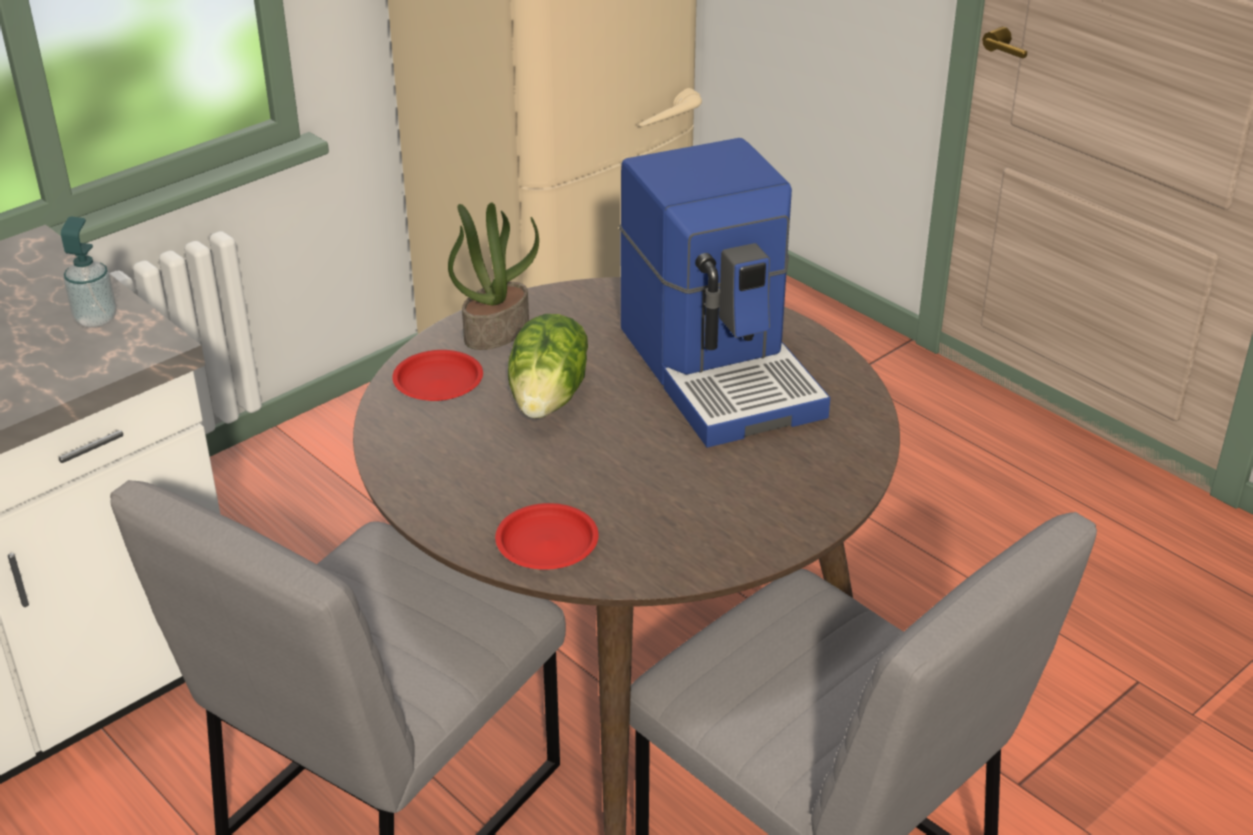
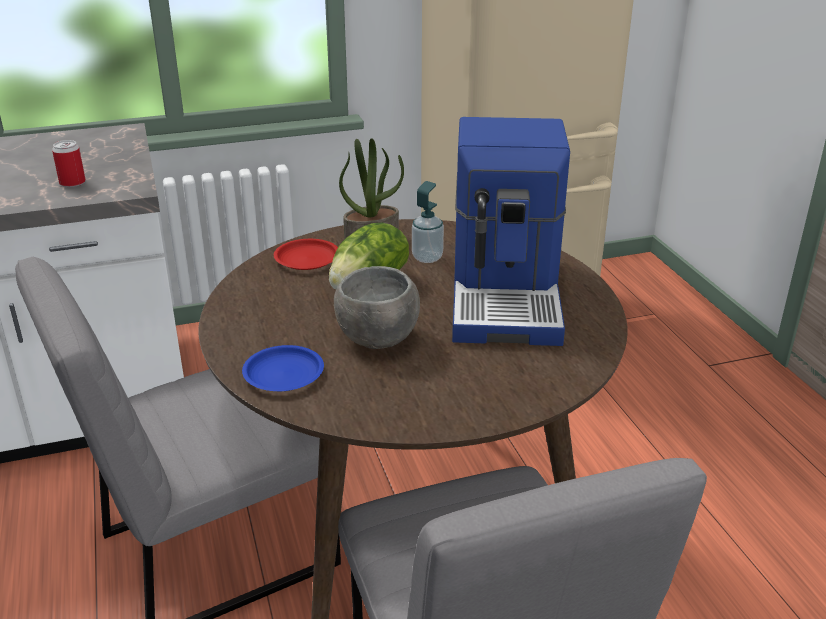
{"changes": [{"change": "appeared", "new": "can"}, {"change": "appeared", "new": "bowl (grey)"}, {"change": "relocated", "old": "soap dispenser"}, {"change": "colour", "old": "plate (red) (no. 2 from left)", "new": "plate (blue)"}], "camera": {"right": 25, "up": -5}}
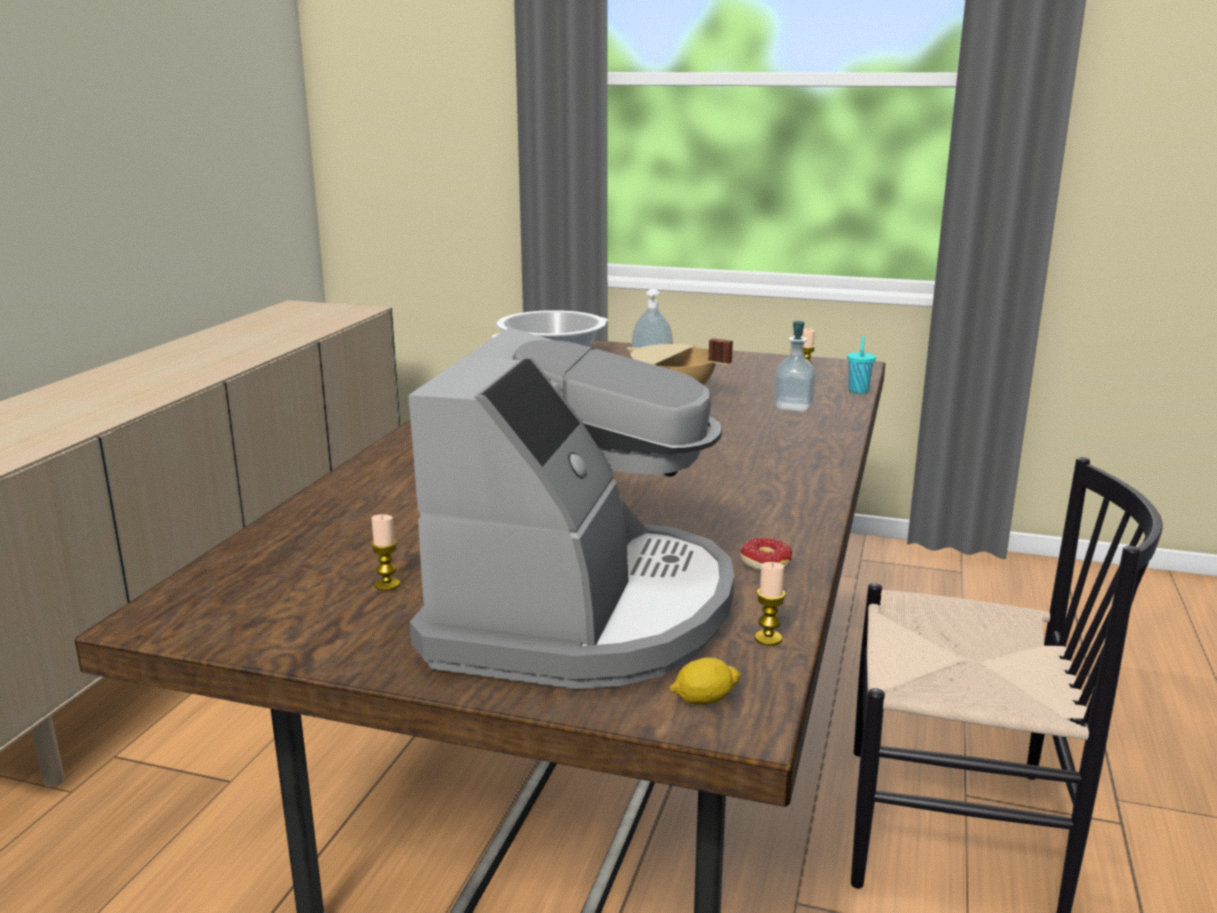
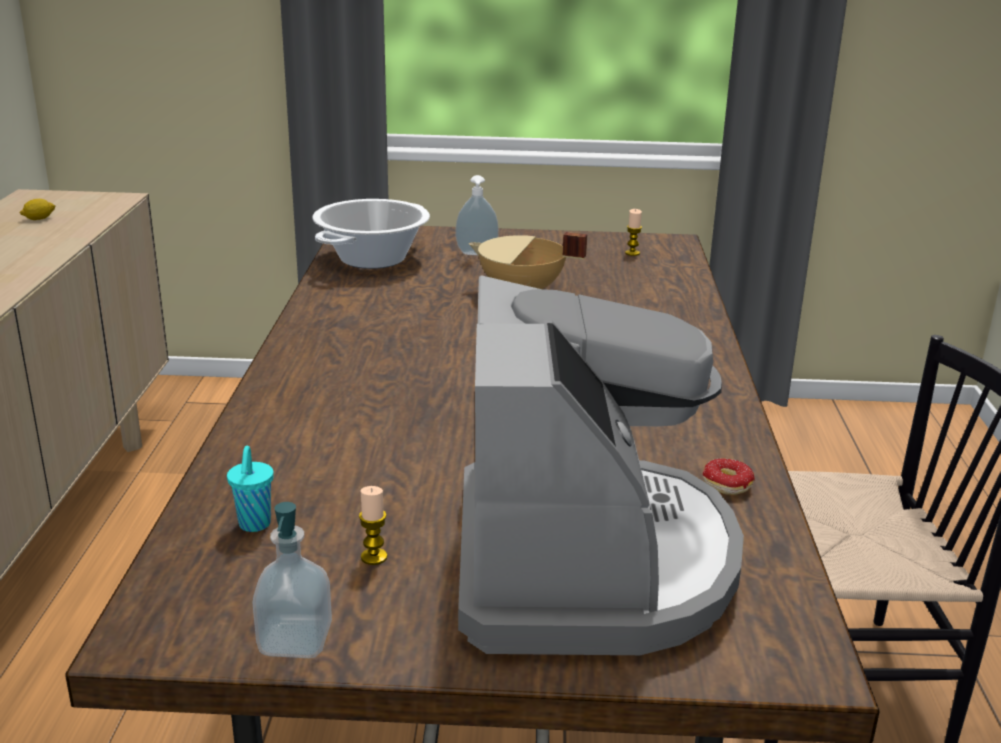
{"changes": [{"change": "missing", "old": "candle (no. 2 from left)"}, {"change": "relocated", "old": "lemon"}, {"change": "relocated", "old": "soap dispenser (no. 2 from left in the first image)", "new": "soap dispenser (no. 1 from left)"}, {"change": "relocated", "old": "cup (turquoise)"}], "camera": {"right": -15, "up": 5}}
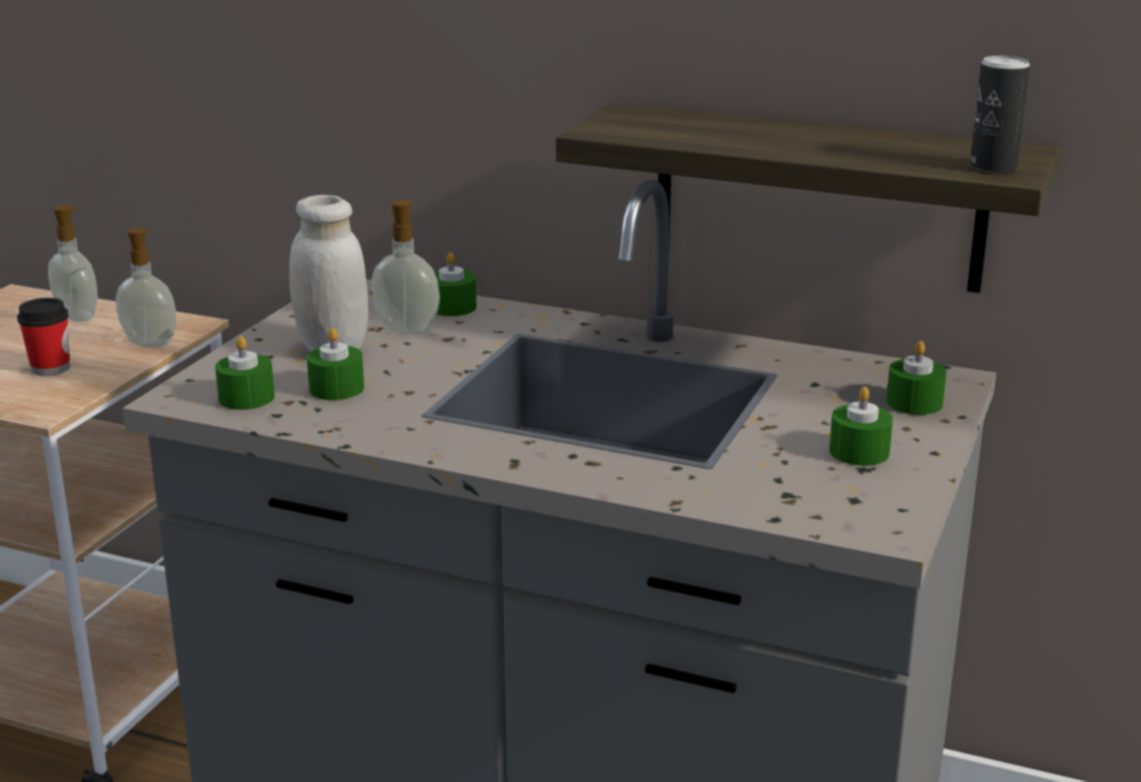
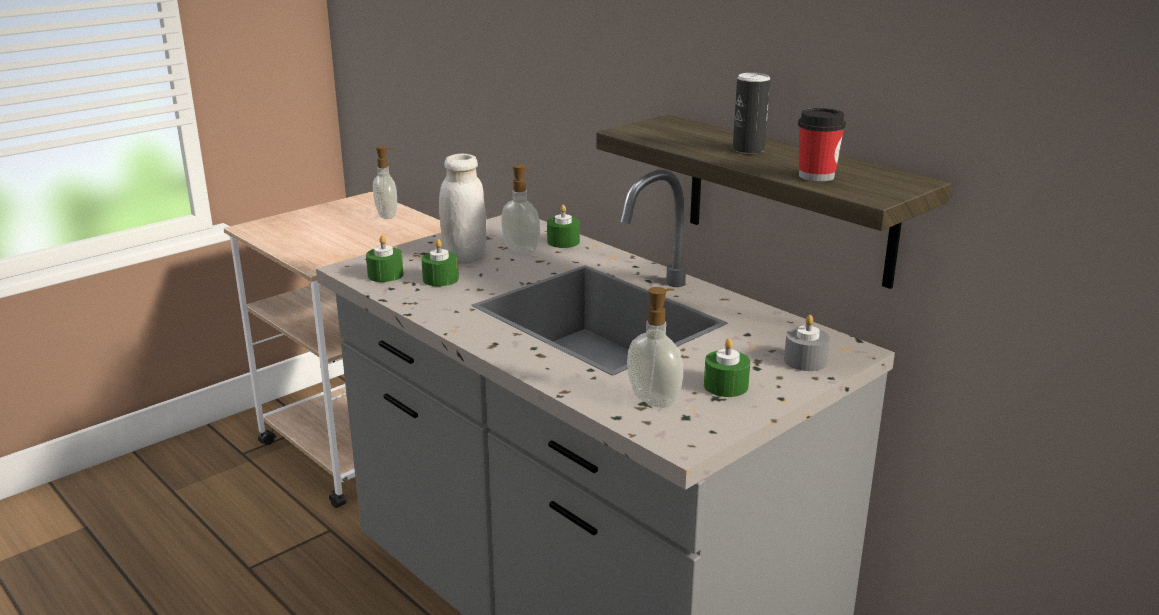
{"changes": [{"change": "relocated", "old": "cup"}, {"change": "relocated", "old": "soap dispenser (no. 2 from left in the first image)", "new": "soap dispenser (no. 3 from left)"}, {"change": "relocated", "old": "can"}, {"change": "colour", "old": "candle (green) (no. 5 from left)", "new": "candle (grey)"}], "camera": {"right": 25, "up": 0}}
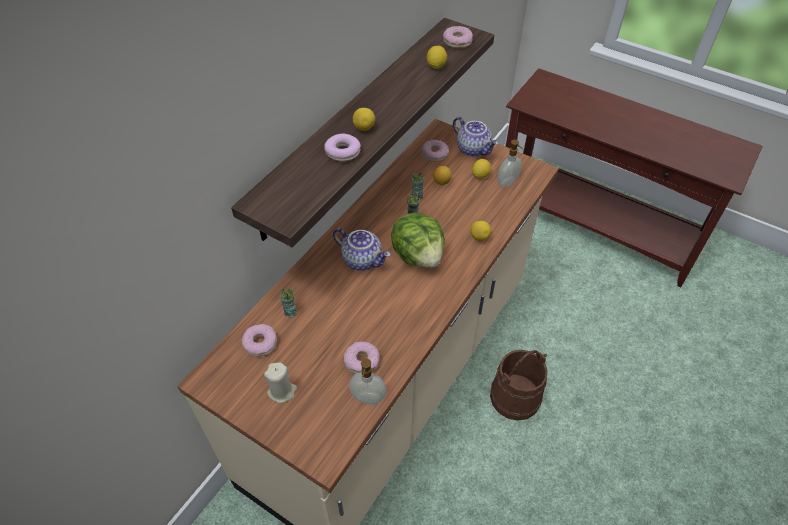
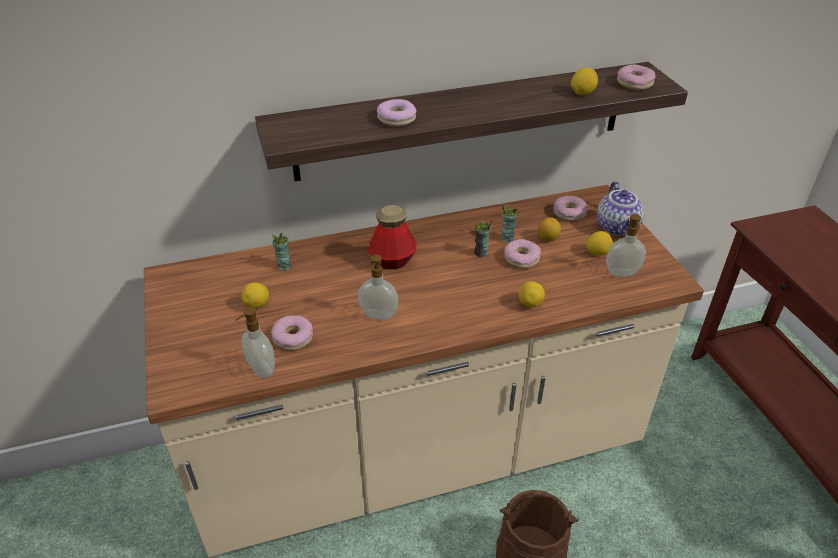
{"changes": [{"change": "missing", "old": "candle (beige)"}, {"change": "missing", "old": "lettuce"}, {"change": "appeared", "new": "soap dispenser (no. 2 from left)"}, {"change": "relocated", "old": "donut (no. 1 from left in the first image)", "new": "donut (no. 3 from left)"}, {"change": "relocated", "old": "lemon (no. 1 from left)"}, {"change": "exchanged", "old": "teapot (no. 1 from left)", "new": "bottle"}], "camera": {"right": 40, "up": -10}}
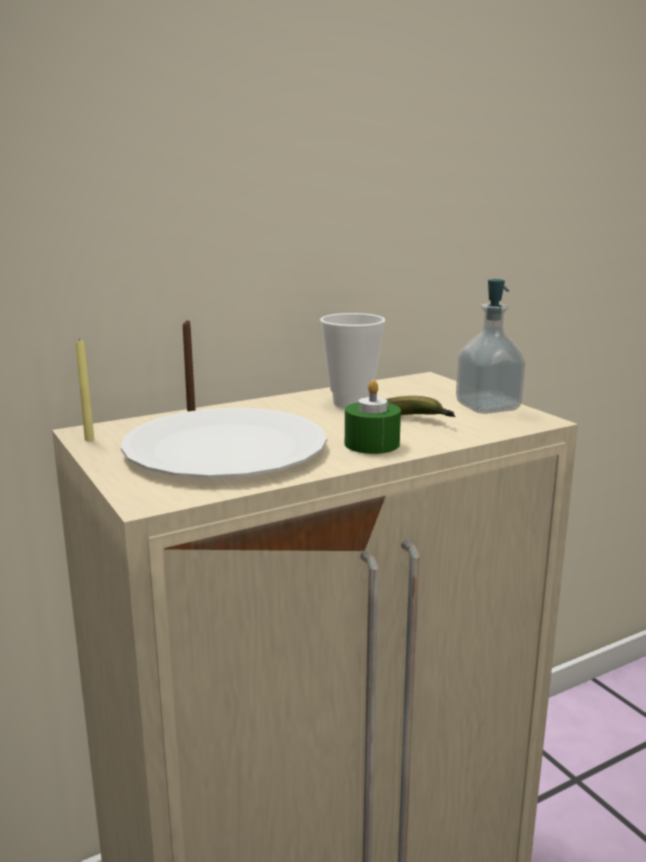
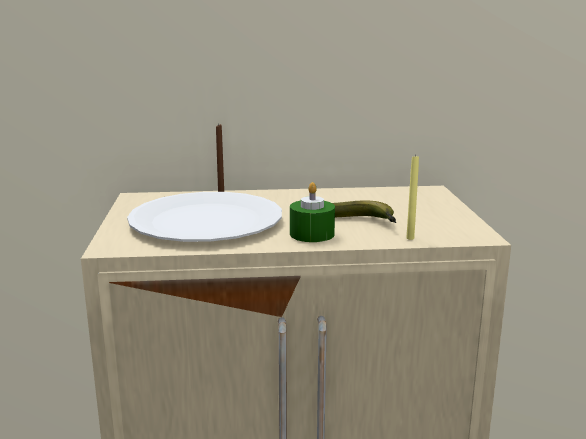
{"changes": [{"change": "missing", "old": "cup"}, {"change": "missing", "old": "soap dispenser"}, {"change": "relocated", "old": "candle (yellow)"}], "camera": {"right": 25, "up": 0}}
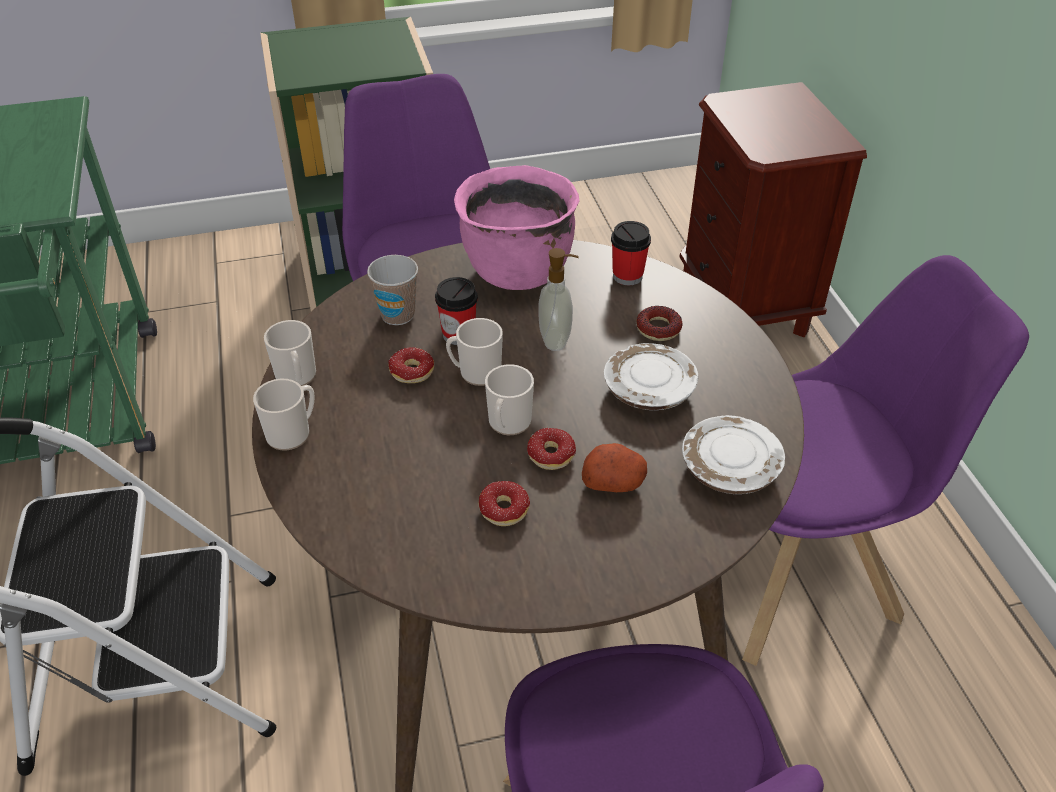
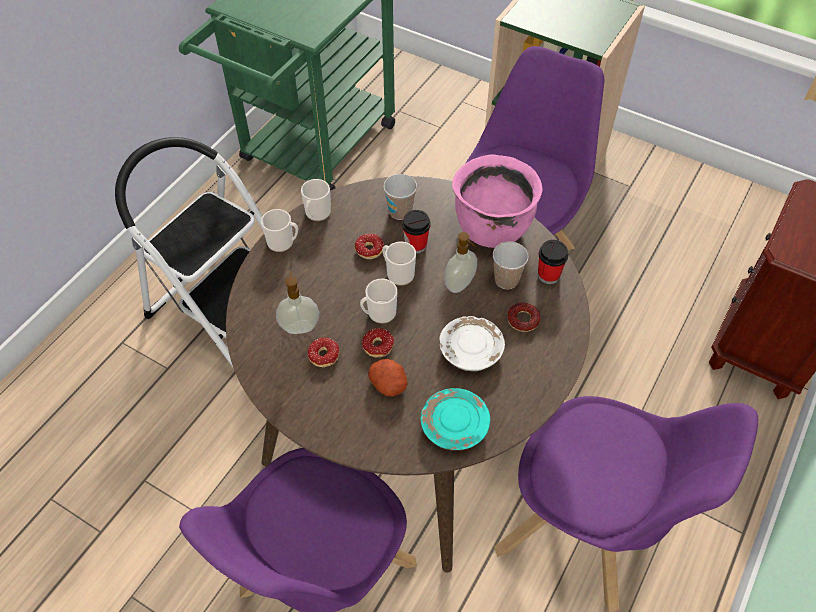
{"changes": [{"change": "appeared", "new": "soap dispenser (no. 1 from left)"}, {"change": "appeared", "new": "cup (no. 3 from left)"}, {"change": "colour", "old": "plate (white) (no. 2 from left)", "new": "plate (turquoise)"}], "camera": {"right": 45, "up": 10}}
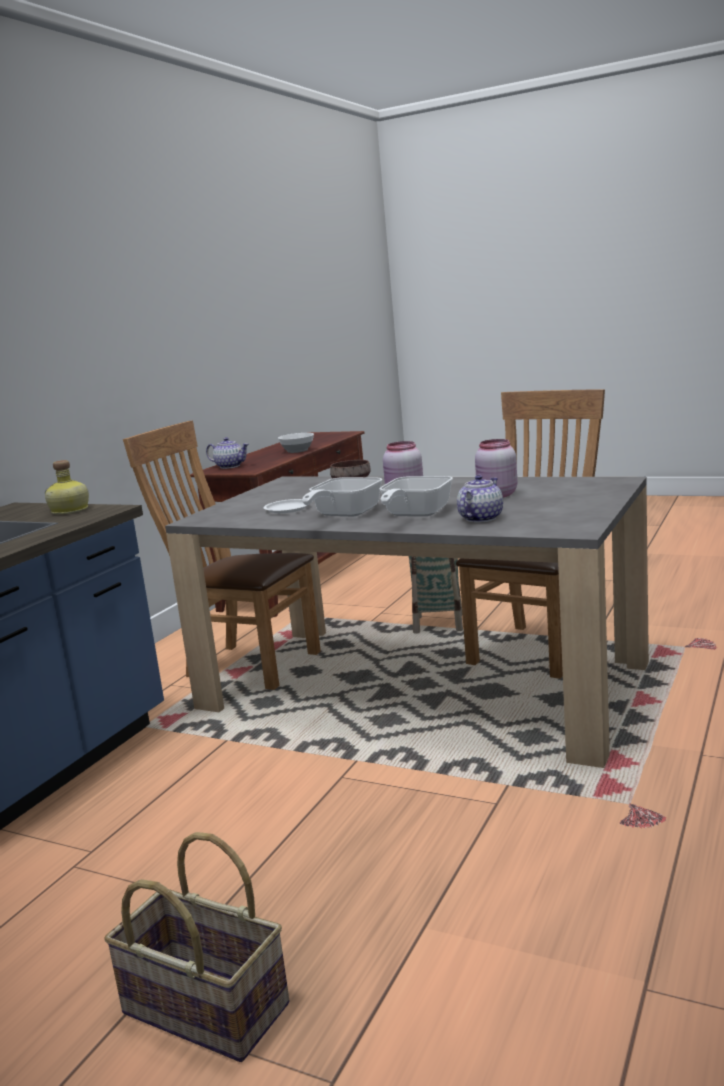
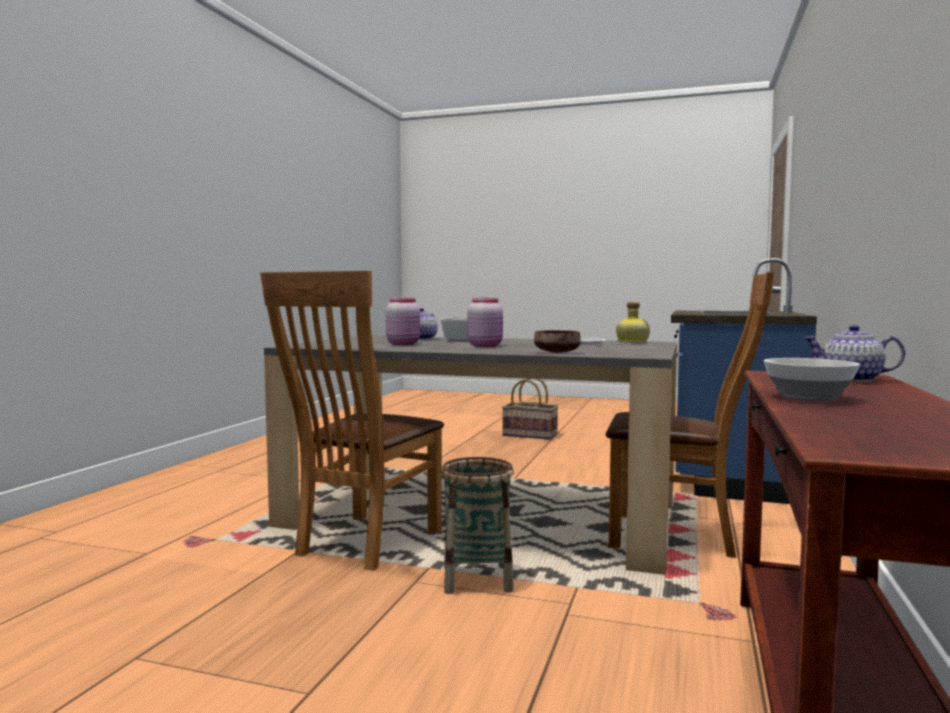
{"changes": [{"change": "missing", "old": "frying pan (no. 1 from left)"}, {"change": "relocated", "old": "bottle"}], "camera": {"right": 170, "up": -10}}
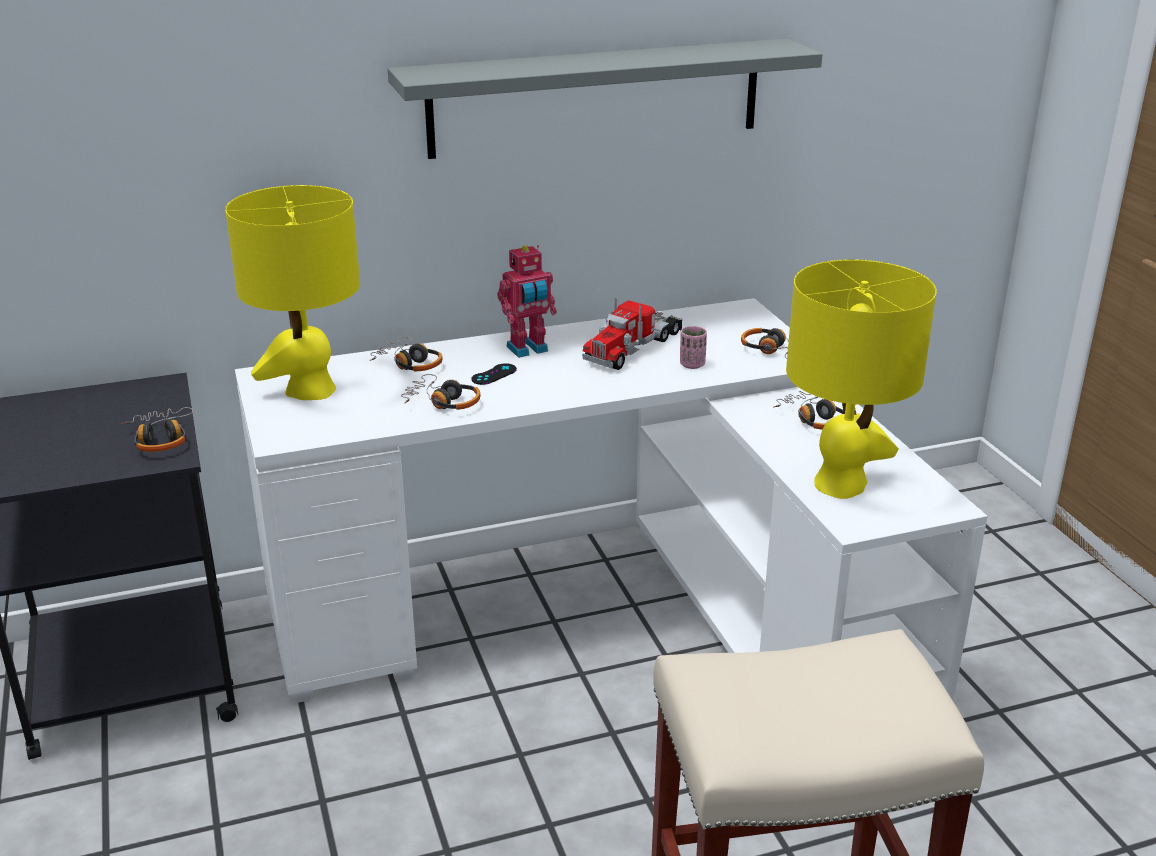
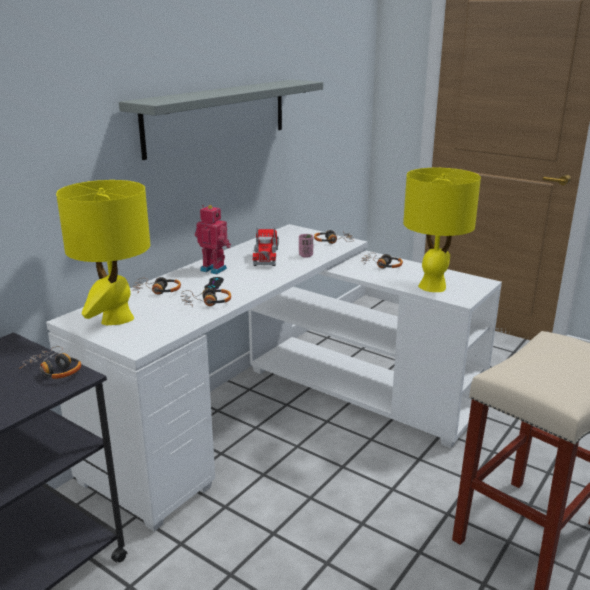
{"changes": [{"change": "spun", "old": "toy robot", "degrees": -90}], "camera": {"right": -35, "up": -5}}
